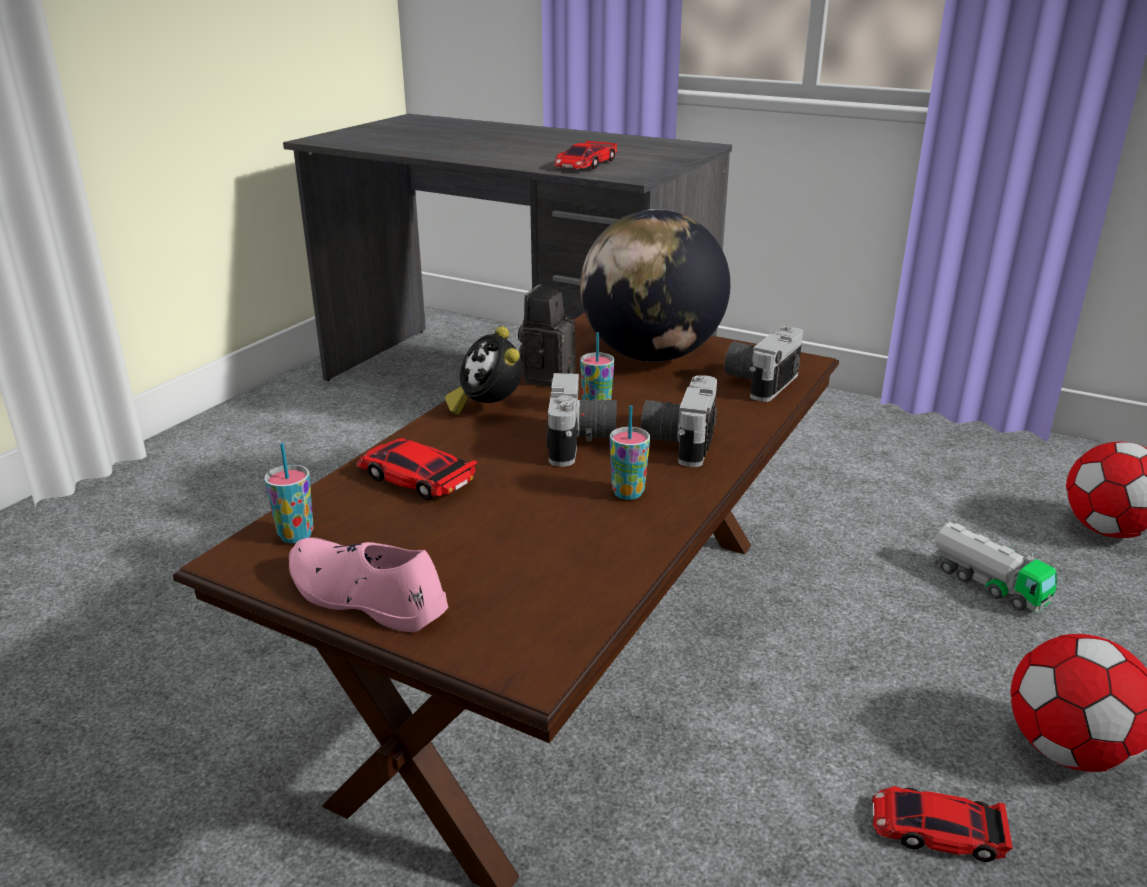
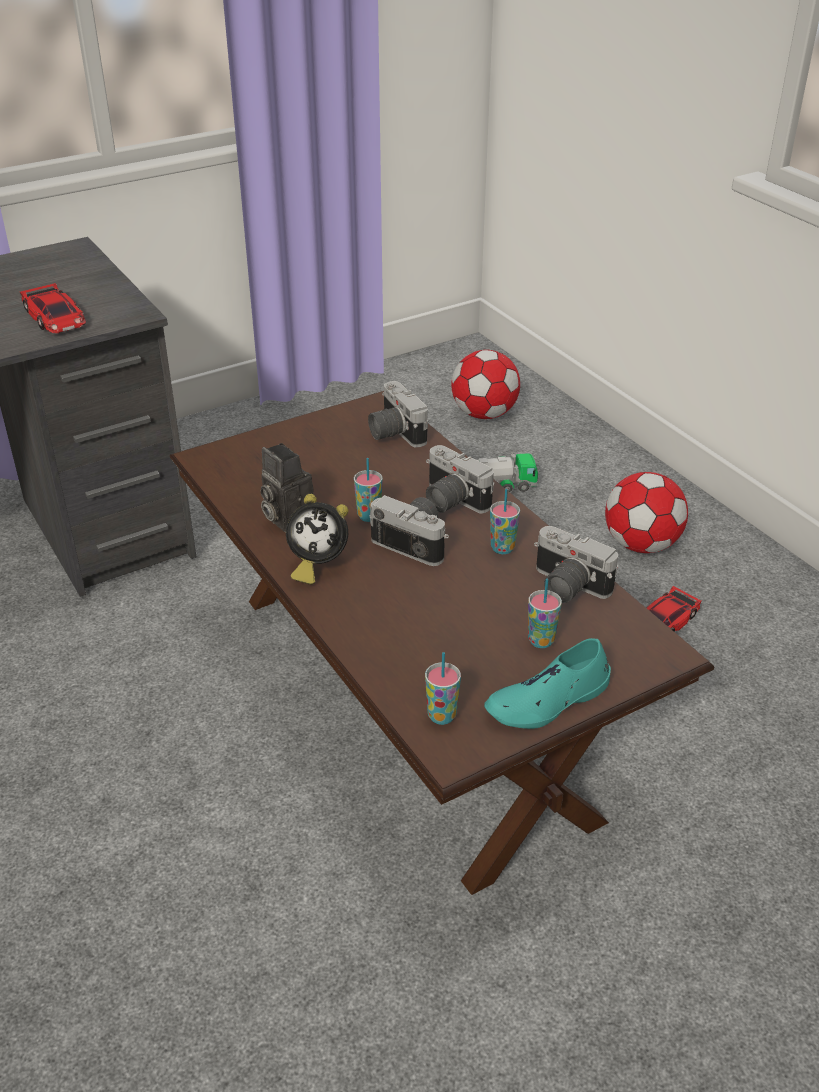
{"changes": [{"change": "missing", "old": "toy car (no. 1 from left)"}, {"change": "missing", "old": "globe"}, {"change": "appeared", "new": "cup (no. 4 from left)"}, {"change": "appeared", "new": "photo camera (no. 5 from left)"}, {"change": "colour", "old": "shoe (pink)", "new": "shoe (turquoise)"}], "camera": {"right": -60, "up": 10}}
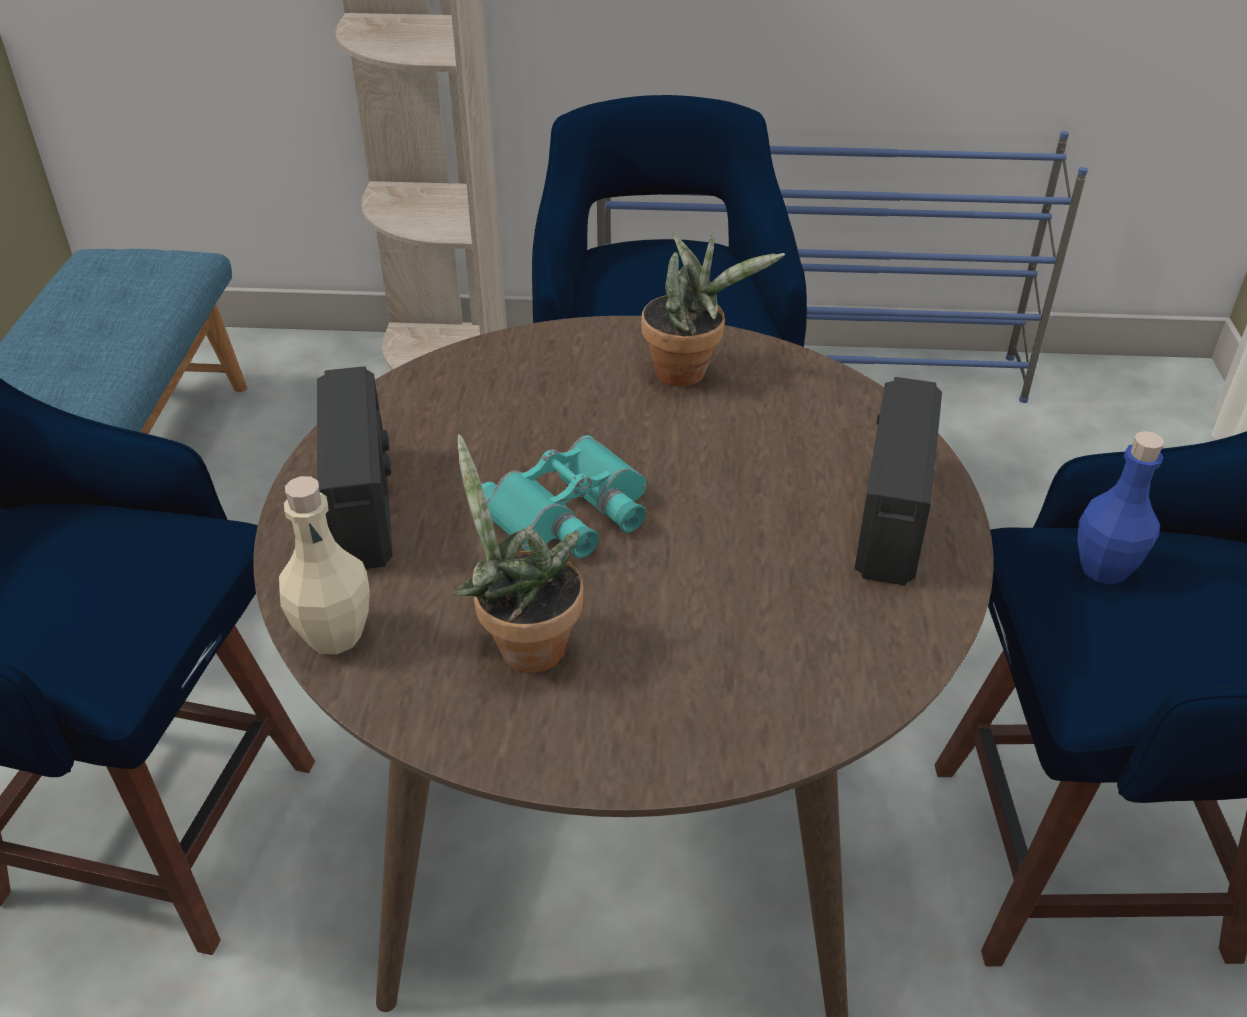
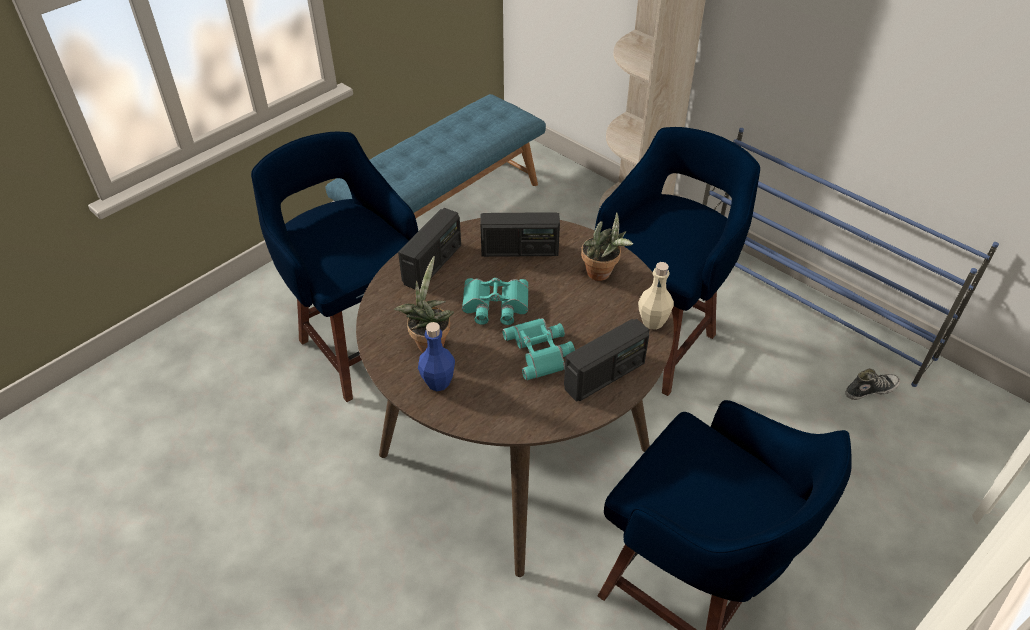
{"changes": [{"change": "appeared", "new": "radio (no. 2 from left)"}, {"change": "appeared", "new": "binoculars (turquoise) (no. 2 from left)"}, {"change": "appeared", "new": "shoe"}, {"change": "relocated", "old": "bottle (beige)"}, {"change": "relocated", "old": "bottle (blue)"}], "camera": {"right": 40, "up": 5}}
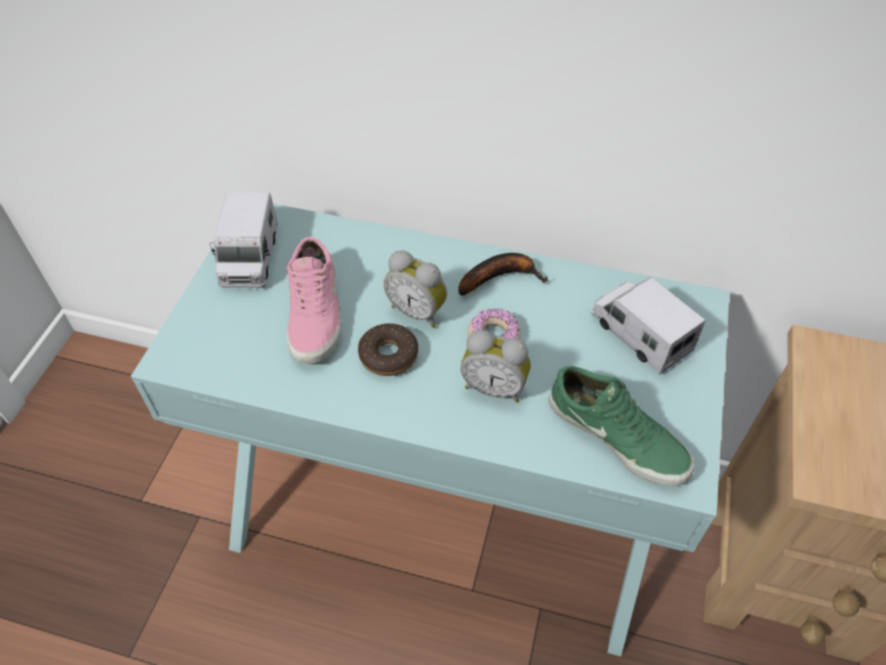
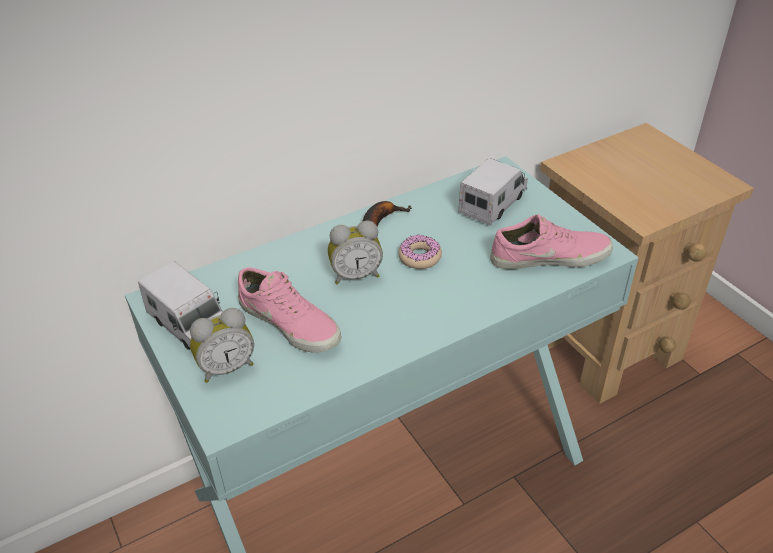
{"changes": [{"change": "missing", "old": "donut (no. 1 from left)"}, {"change": "relocated", "old": "alarm clock (no. 2 from left in the first image)", "new": "alarm clock (no. 1 from left)"}, {"change": "colour", "old": "shoe (green)", "new": "shoe (pink) (no. 2 from left)"}, {"change": "spun", "old": "toy truck (no. 2 from left)", "degrees": 120}], "camera": {"right": -45, "up": -10}}
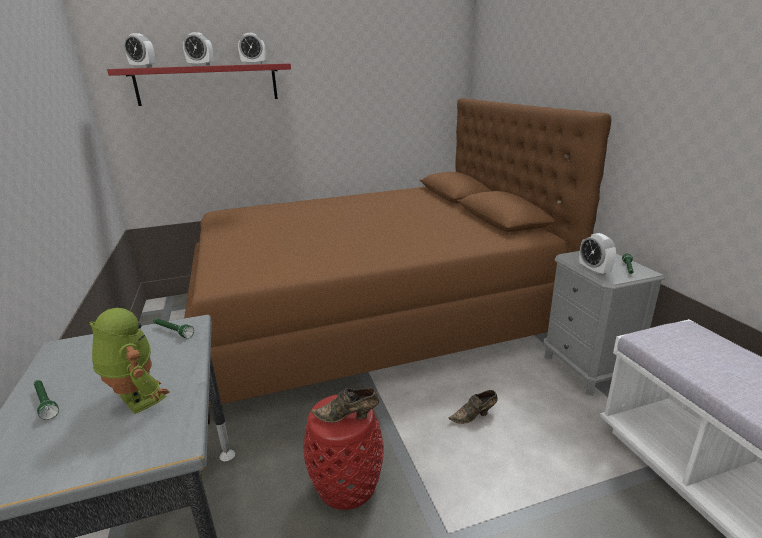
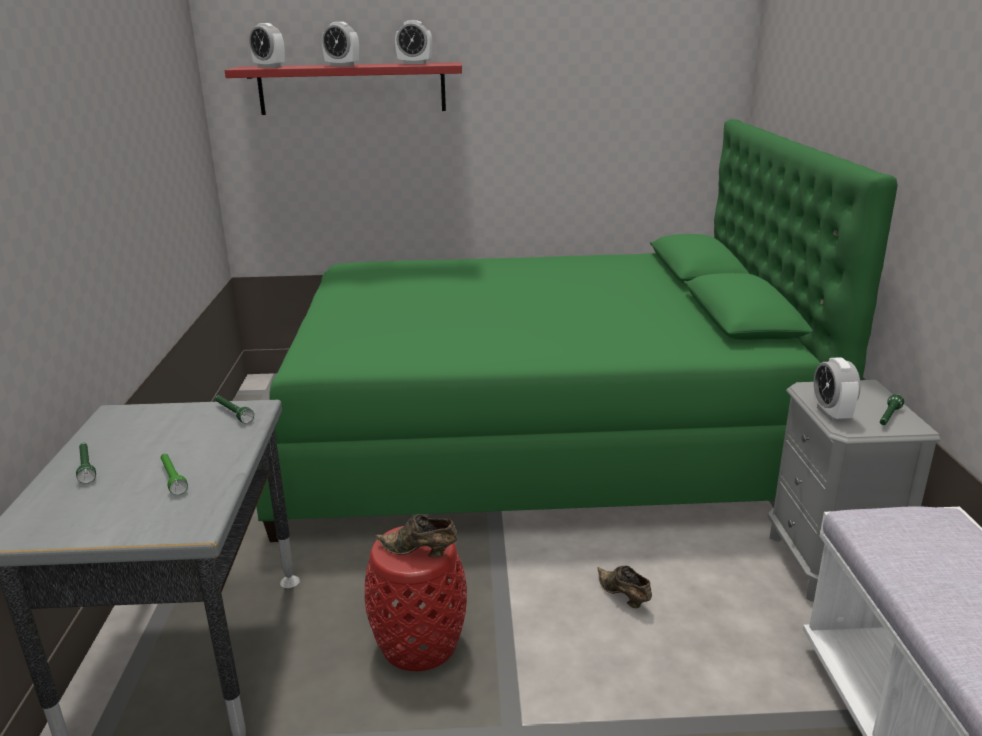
{"changes": [{"change": "exchanged", "old": "toy robot", "new": "flashlight (green) (no. 2 from left)"}, {"change": "colour", "old": "bed (brown)", "new": "bed (green)"}, {"change": "spun", "old": "shoe (brown) (no. 2 from left)", "degrees": 60}], "camera": {"right": 15, "up": 0}}
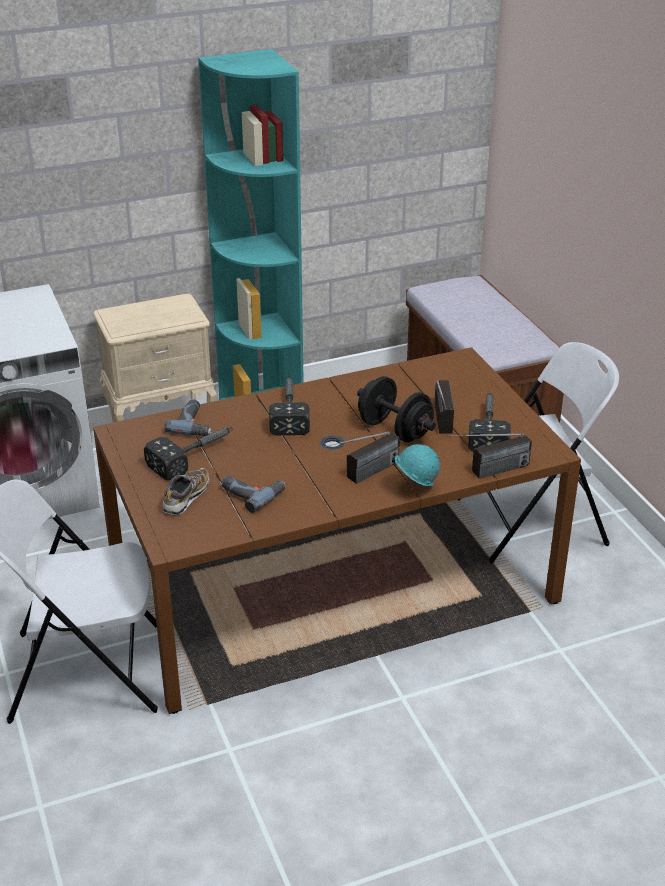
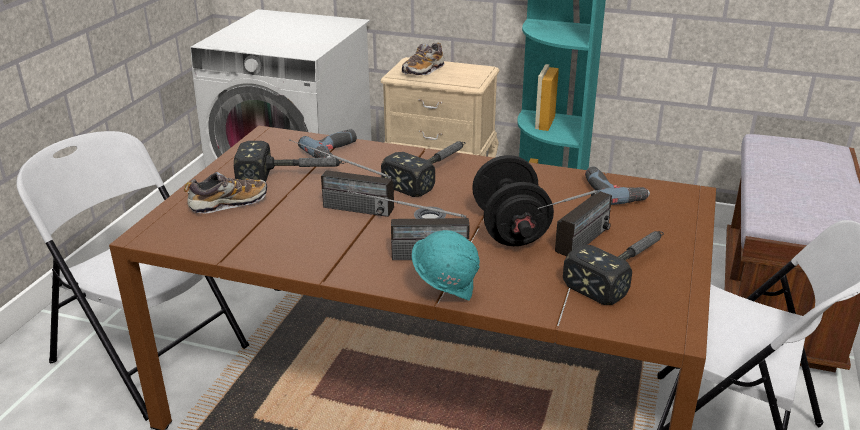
{"changes": [{"change": "appeared", "new": "shoe (no. 2 from left)"}, {"change": "relocated", "old": "power drill (no. 2 from left)"}, {"change": "relocated", "old": "radio (no. 3 from left in the first image)", "new": "radio (no. 1 from left)"}], "camera": {"right": 40, "up": -5}}
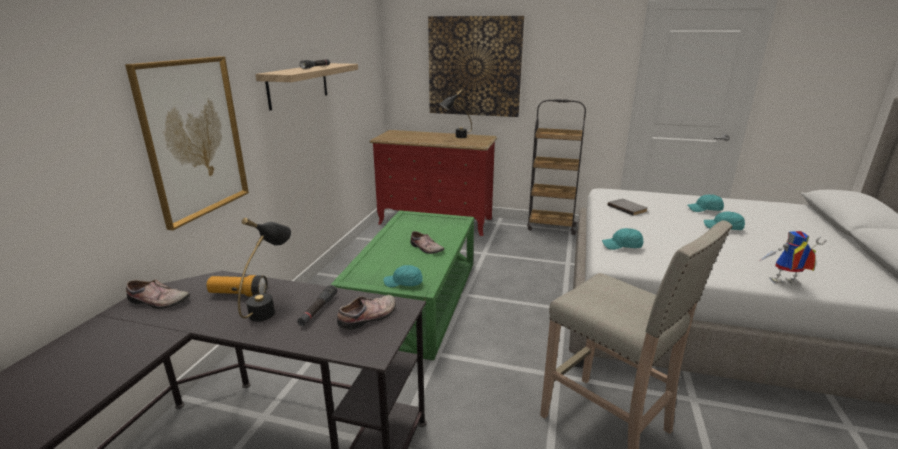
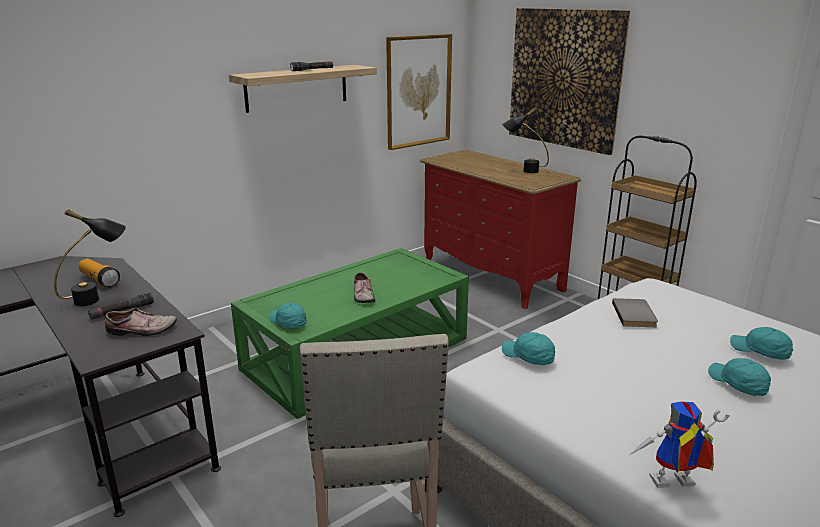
{"changes": [{"change": "missing", "old": "shoe (no. 1 from left)"}, {"change": "relocated", "old": "picture (no. 1 from left)"}, {"change": "spun", "old": "toy robot", "degrees": -45}], "camera": {"right": 35, "up": 0}}
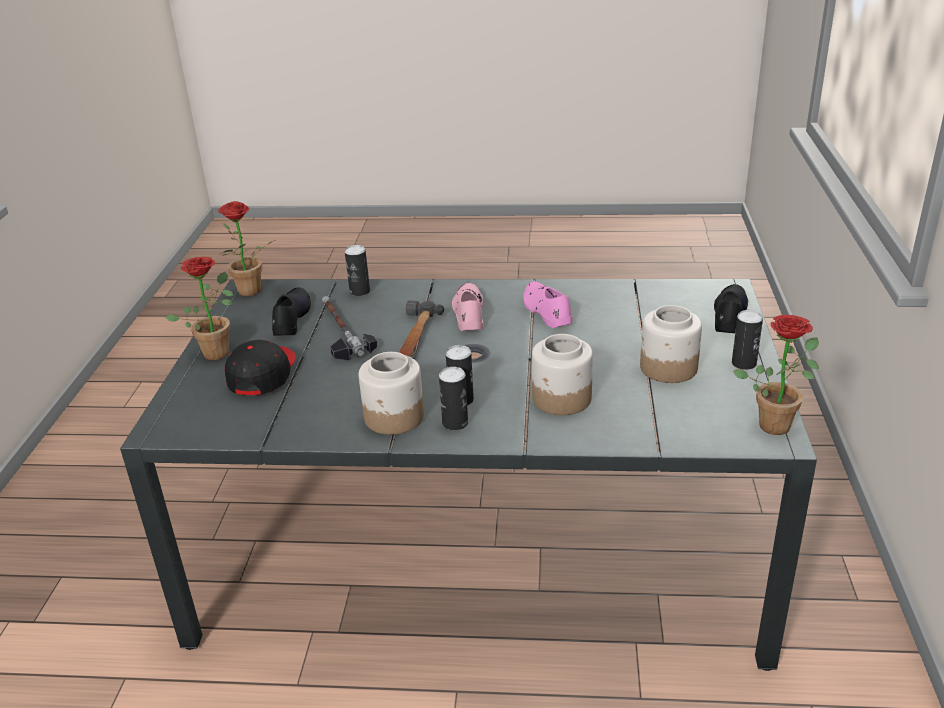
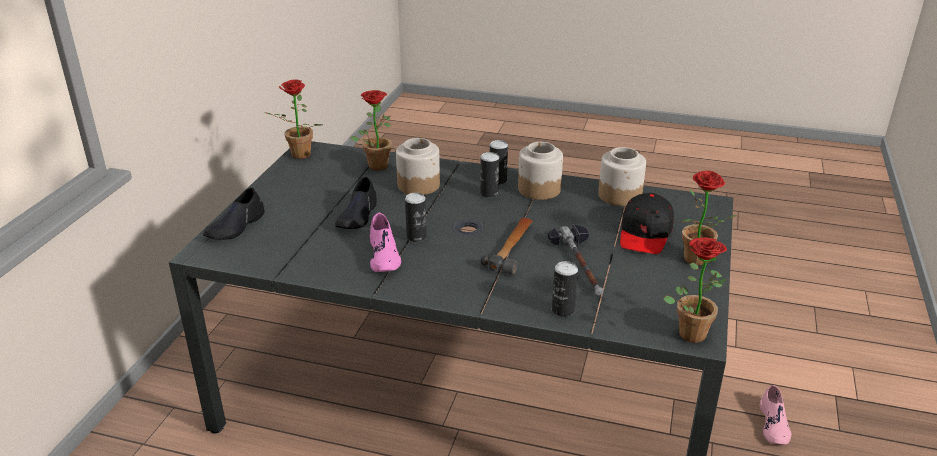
{"changes": [{"change": "appeared", "new": "potted plant (no. 2 from left)"}, {"change": "relocated", "old": "shoe (black) (no. 1 from left in the first image)", "new": "shoe (black) (no. 2 from left)"}, {"change": "relocated", "old": "shoe (pink) (no. 1 from left in the first image)", "new": "shoe (pink) (no. 2 from left)"}, {"change": "relocated", "old": "jar (no. 3 from left)"}, {"change": "relocated", "old": "can (no. 4 from left in the first image)", "new": "can (no. 1 from left)"}], "camera": {"right": -170, "up": 0}}
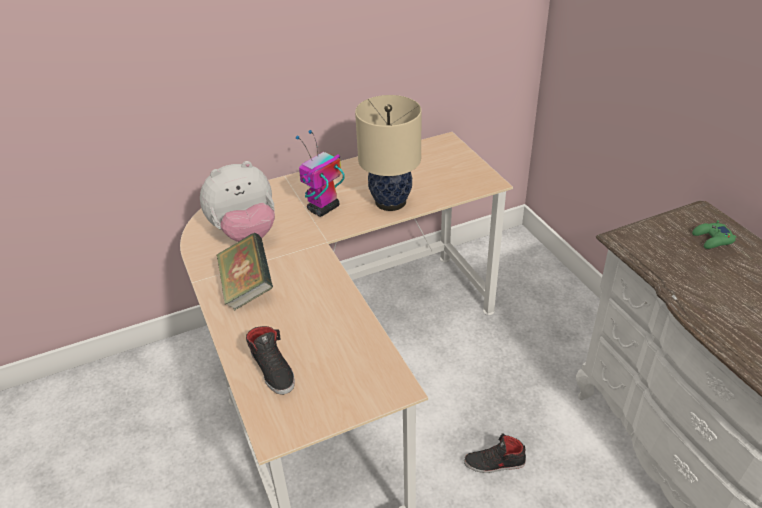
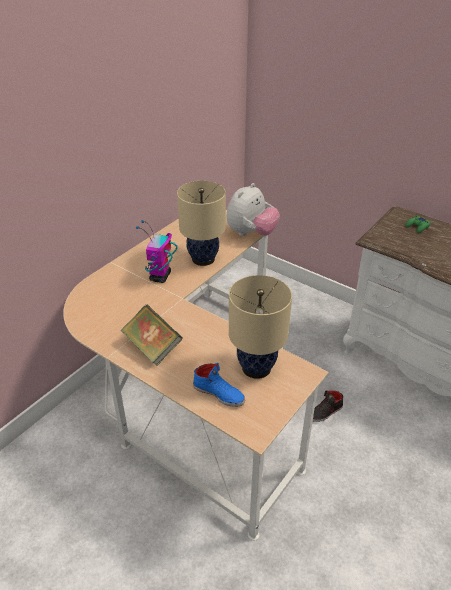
{"changes": [{"change": "appeared", "new": "table lamp (beige) (no. 2 from left)"}, {"change": "relocated", "old": "plush toy"}, {"change": "colour", "old": "shoe (black) (no. 1 from left)", "new": "shoe (blue)"}], "camera": {"right": -30, "up": 0}}
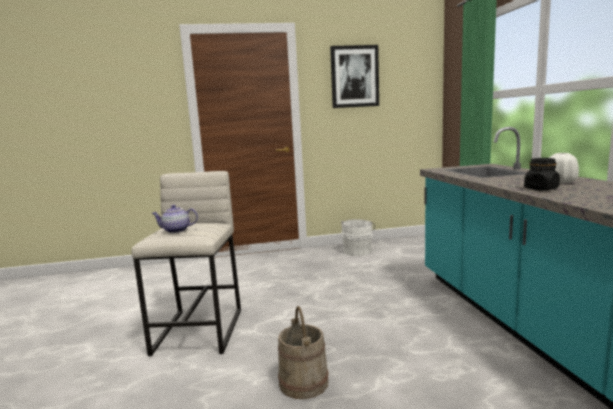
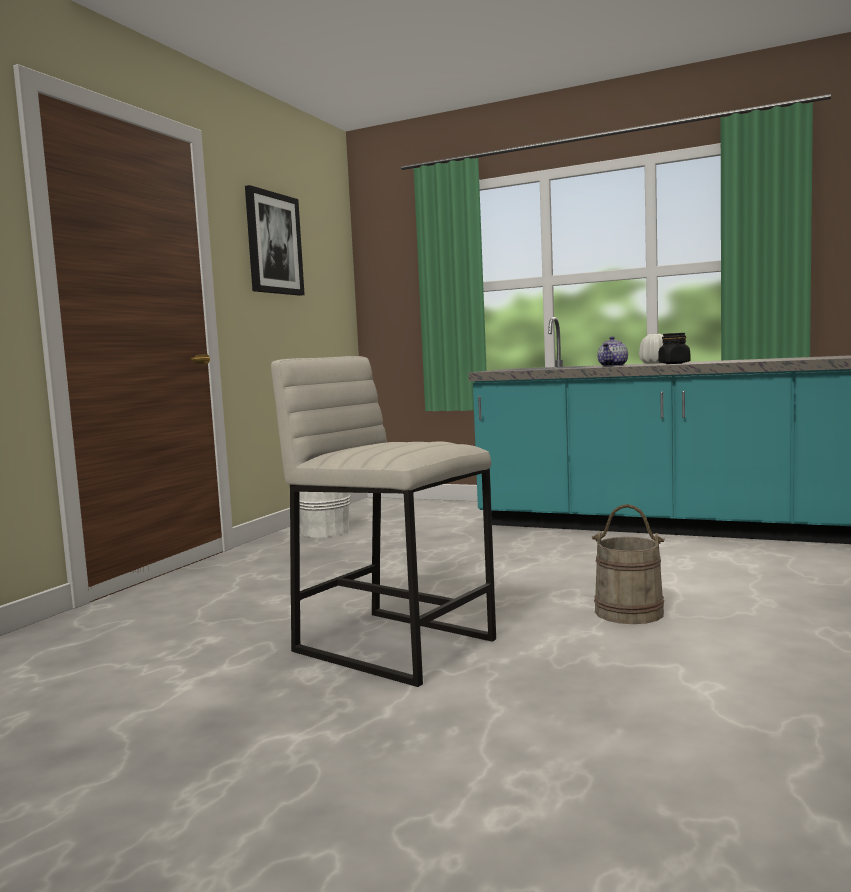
{"changes": [{"change": "relocated", "old": "teapot"}], "camera": {"right": -55, "up": -5}}
